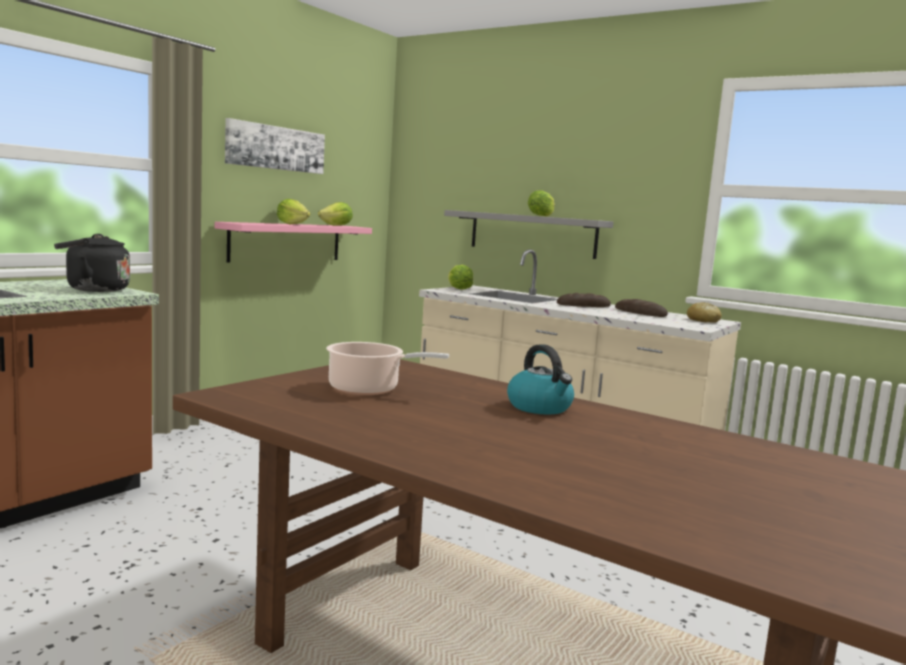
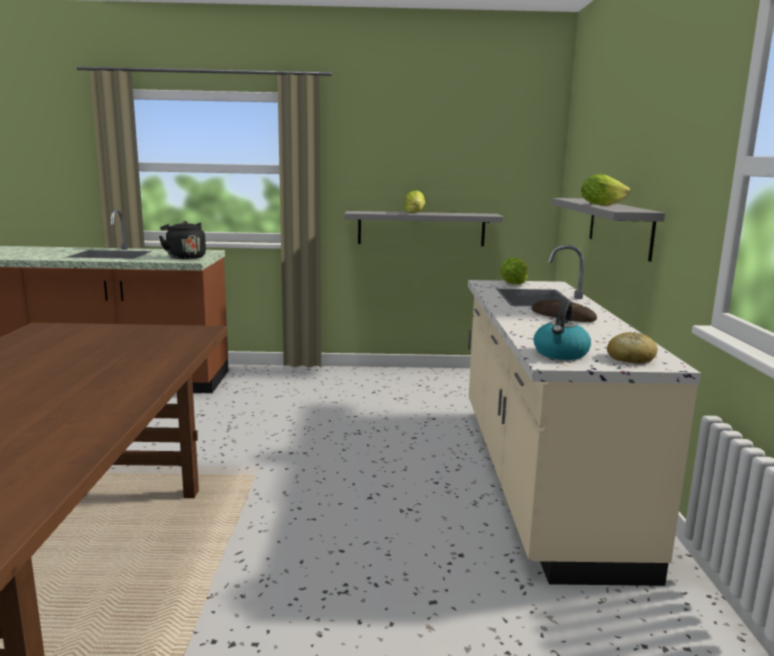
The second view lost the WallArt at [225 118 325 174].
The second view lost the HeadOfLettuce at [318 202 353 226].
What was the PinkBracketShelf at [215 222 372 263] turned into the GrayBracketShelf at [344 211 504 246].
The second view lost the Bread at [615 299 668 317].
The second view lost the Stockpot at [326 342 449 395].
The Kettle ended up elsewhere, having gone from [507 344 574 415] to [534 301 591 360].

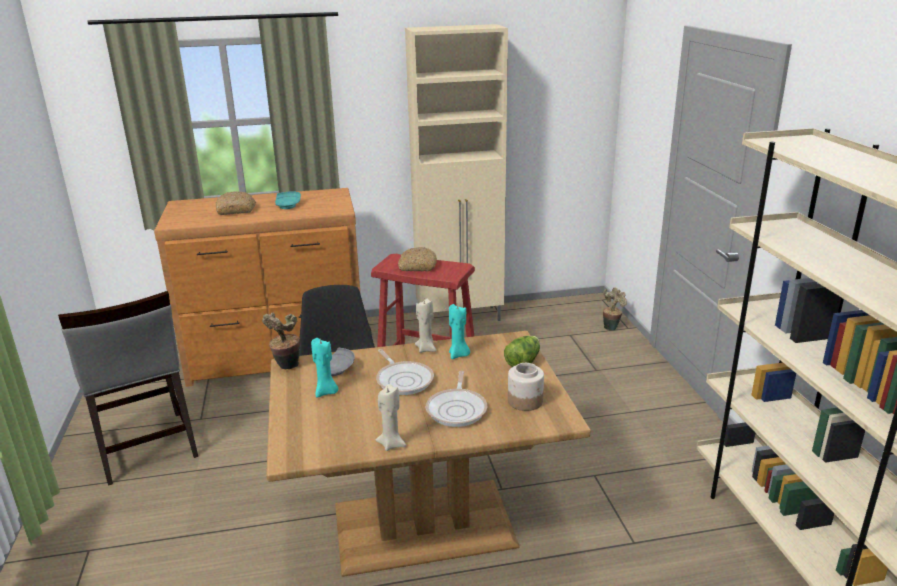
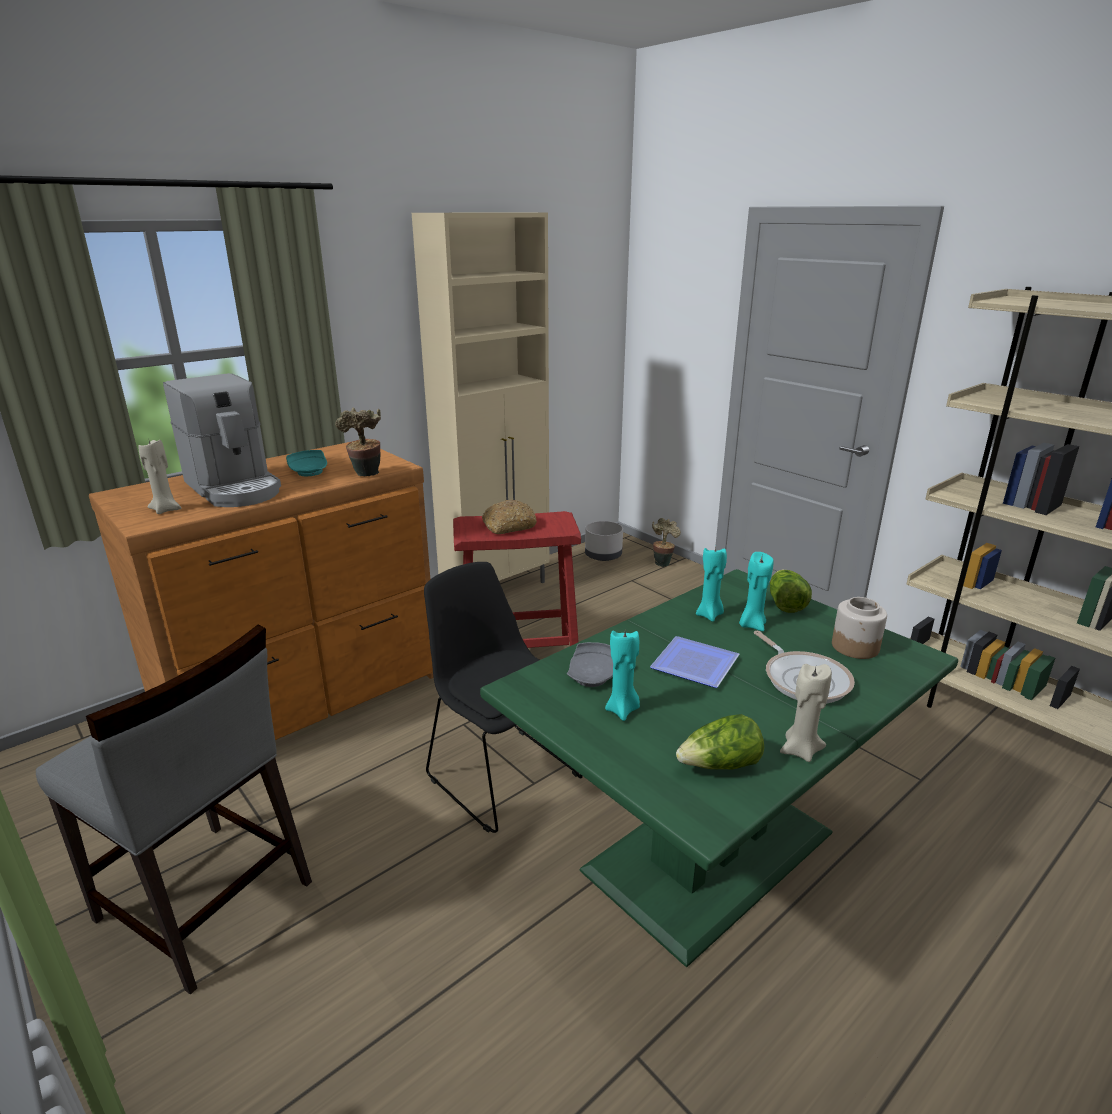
Where the Bread stood at [216 191 256 215], the CoffeeMachine came to stand at [163 373 281 507].
The BeigeWaxCandle ended up elsewhere, having gone from [415 299 436 353] to [138 440 181 514].
The PlantInAPot ended up elsewhere, having gone from [262 313 300 369] to [335 407 381 477].
What was the BrownKitchenTable at [266 331 591 577] turned into the GreenColouredKitchenTable at [480 569 958 967].
Where the Skillet stood at [376 349 434 395], the Plate came to stand at [650 636 739 688].
The second view gained the GrayPlanter at [585 521 623 561].
The second view gained the BlueGreenWaxCandle at [739 552 774 631].
The second view gained the HeadOfLettuce at [676 714 764 770].

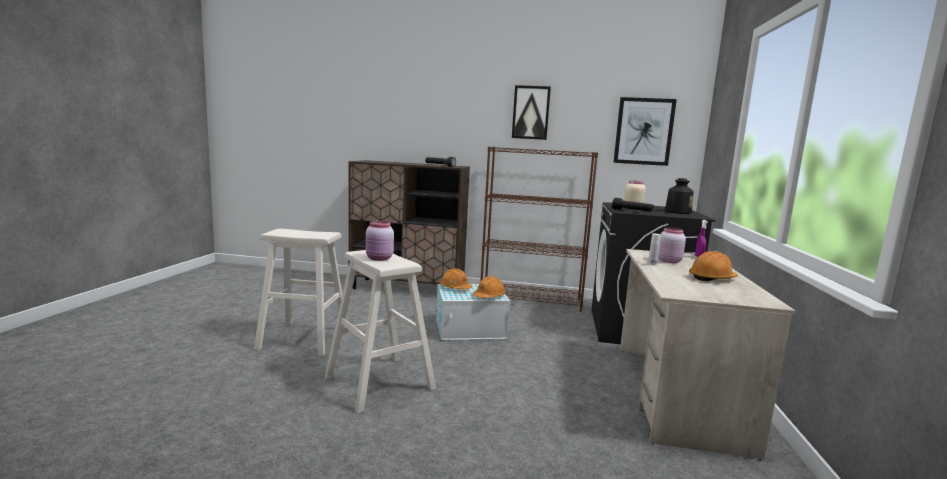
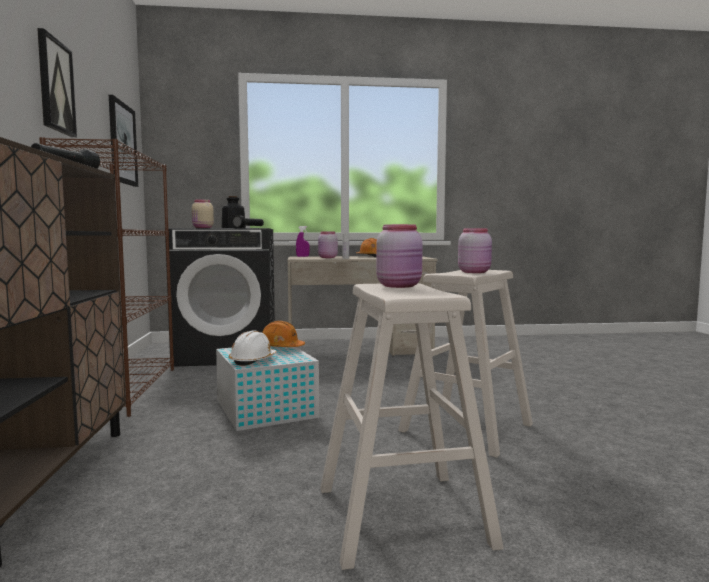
What was the OrangeColouredWorkHelmet at [440 268 472 290] turned into the WhiteWorkHelmet at [229 330 277 366].
The second view gained the PinkPreserveJar at [376 224 423 288].

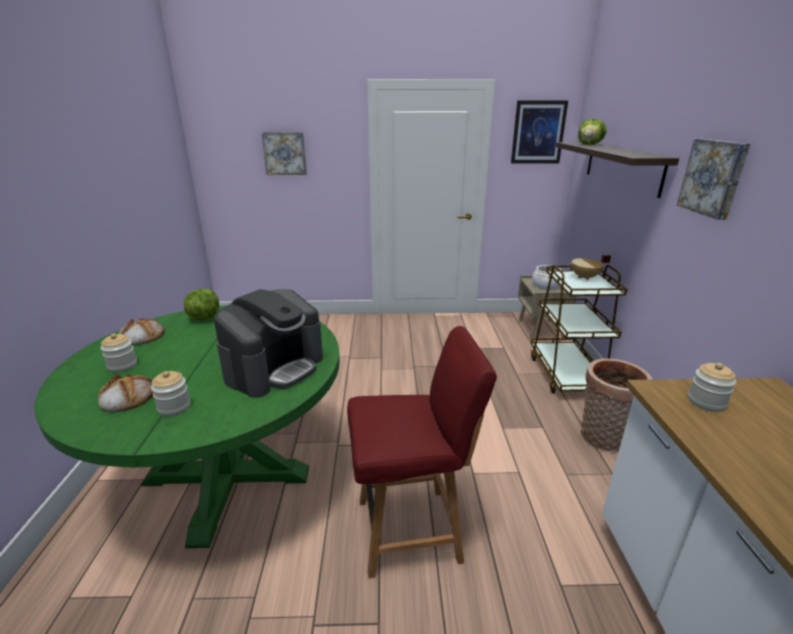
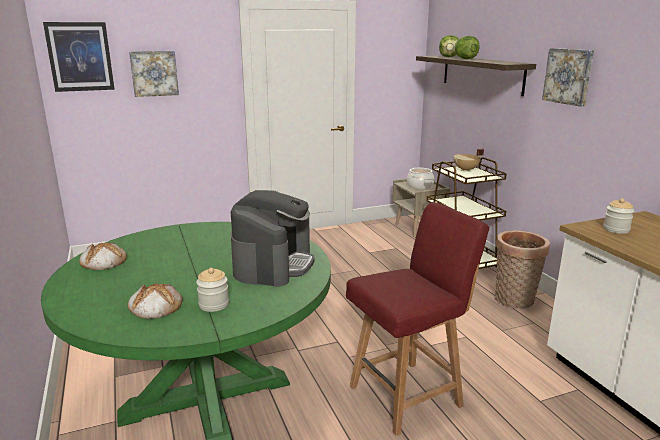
The WallArt ended up elsewhere, having gone from [511 100 568 164] to [43 22 115 92].
The HeadOfLettuce ended up elsewhere, having gone from [184 289 219 320] to [454 36 480 59].
The second view lost the PreserveJar at [101 333 137 372].

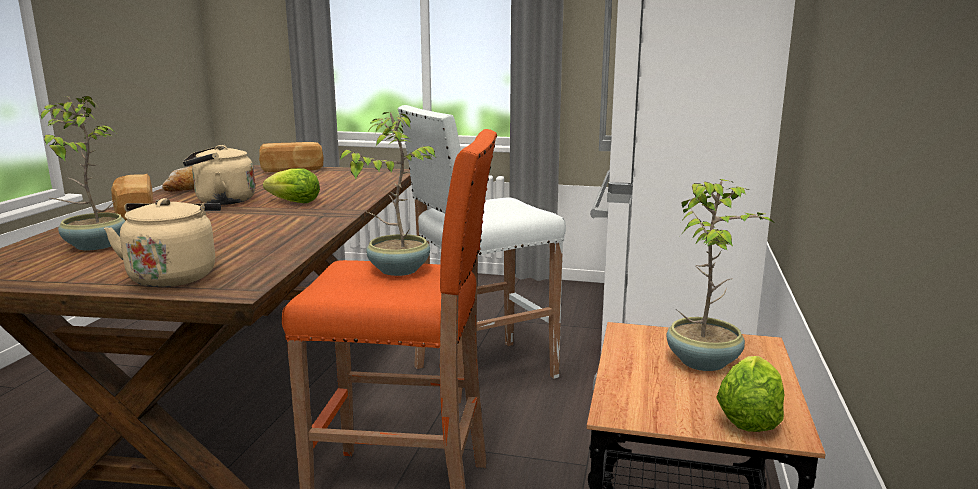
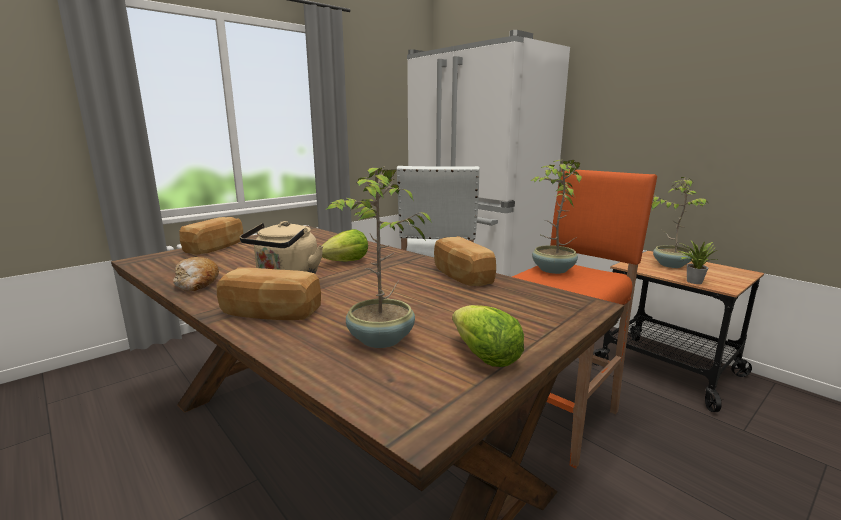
The second view lost the BeigeKettle at [104 198 221 287].
The HeadOfLettuce ended up elsewhere, having gone from [716 356 784 432] to [452 305 524 367].
The second view gained the Bread at [434 236 496 286].
The second view gained the PlantInAPot at [678 240 718 284].

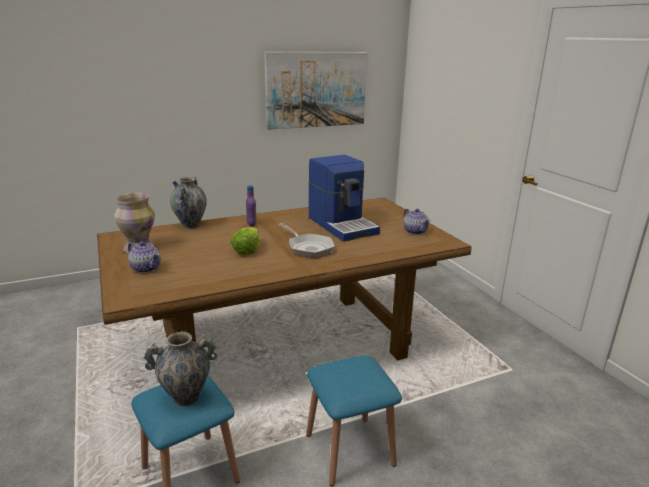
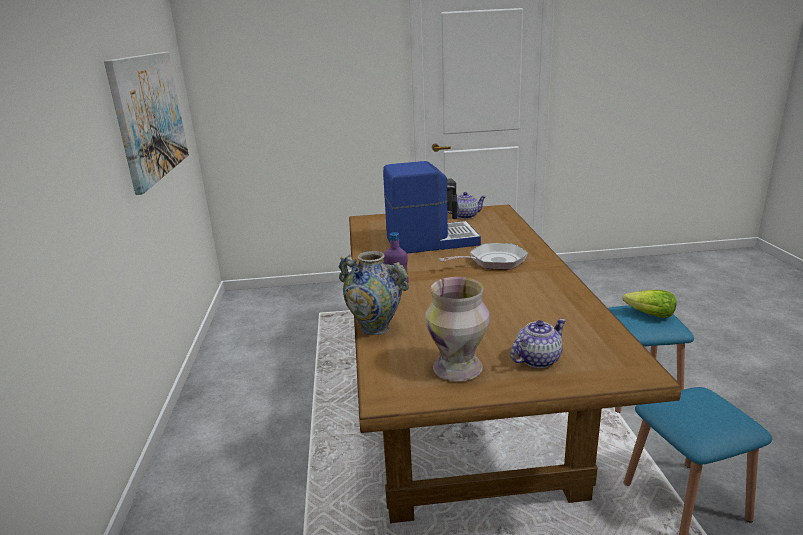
The HeadOfLettuce ended up elsewhere, having gone from [230 227 259 255] to [623 290 677 318].
The second view lost the FlowerVase at [143 331 217 406].

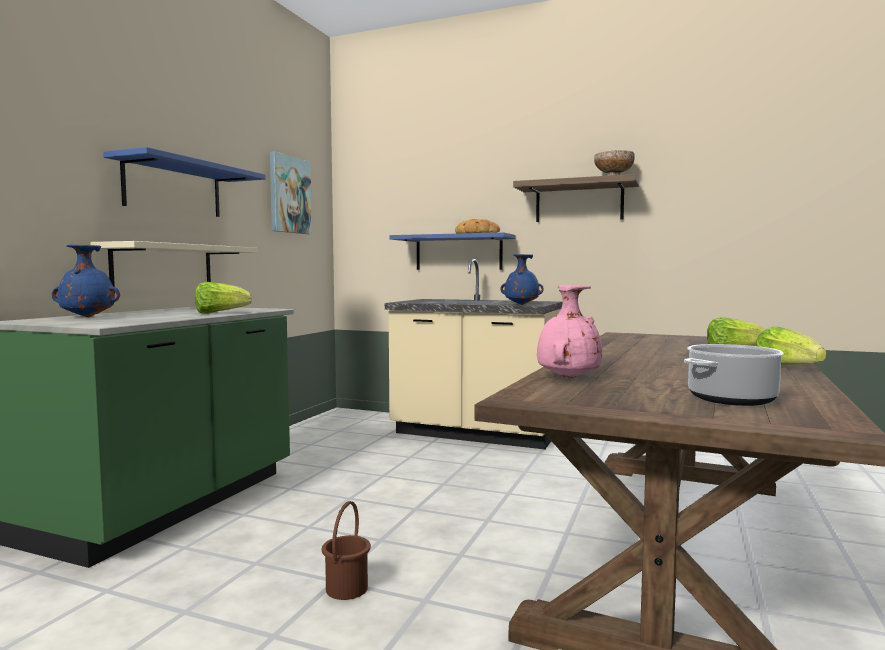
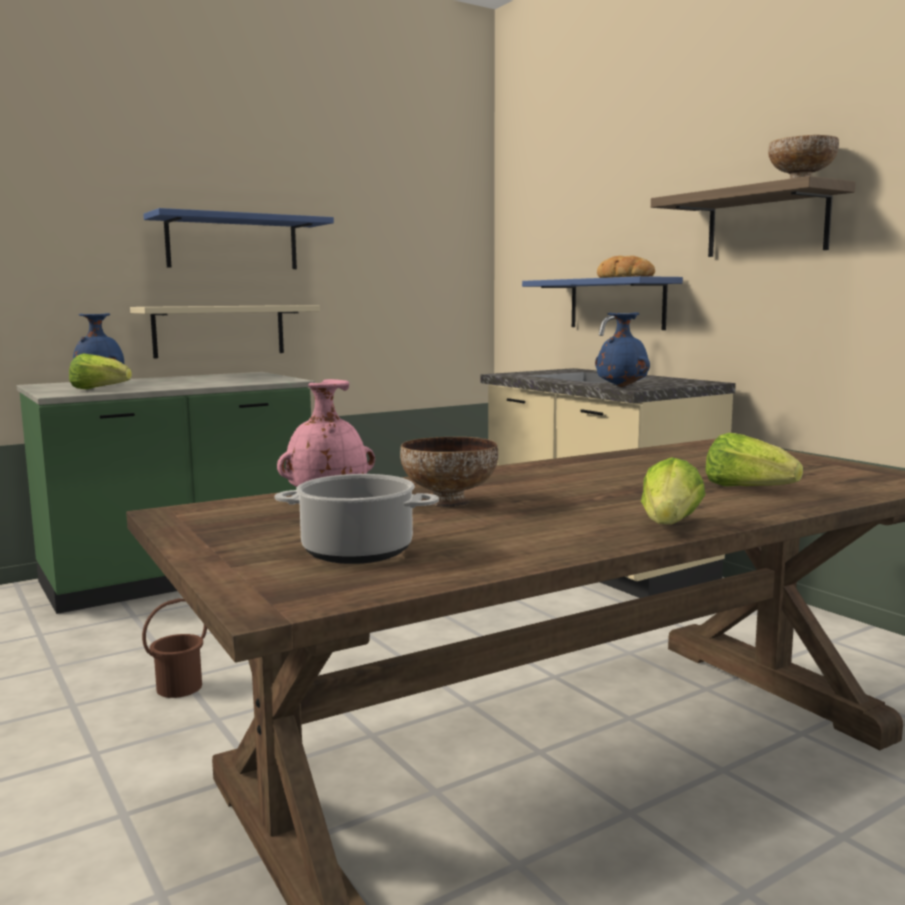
The second view lost the WallArt at [270 151 312 234].
The HeadOfLettuce ended up elsewhere, having gone from [195 282 252 314] to [69 354 132 390].
The second view gained the DeepDish at [400 437 498 507].

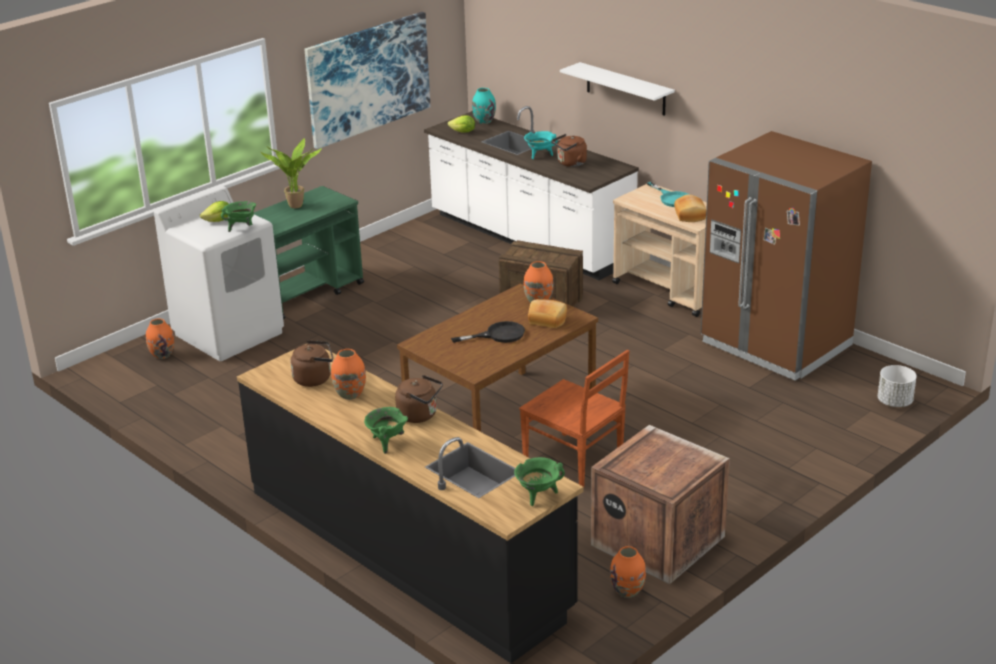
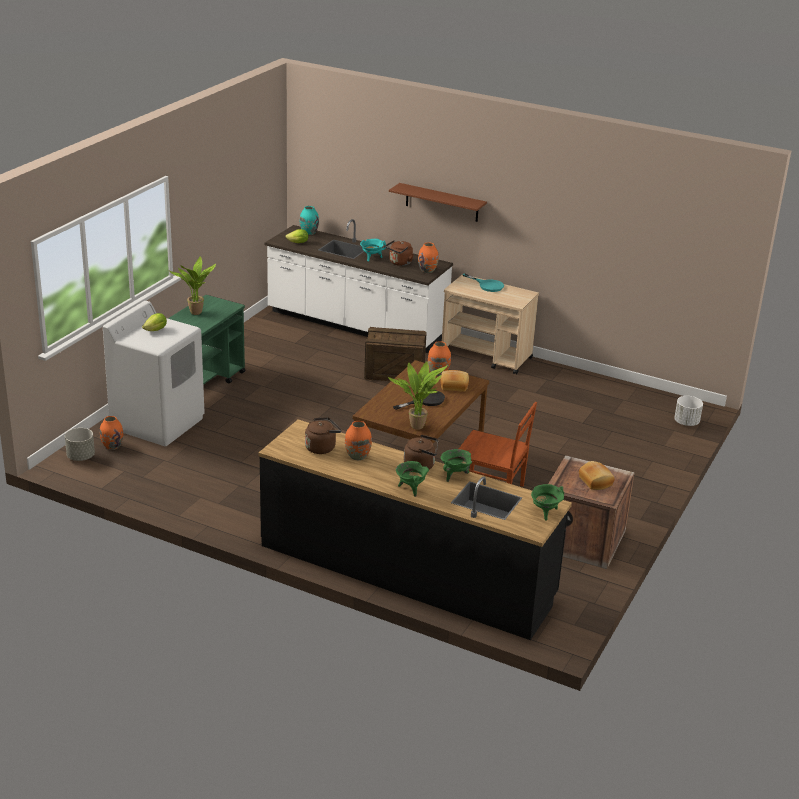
The second view lost the WallArt at [304 12 430 149].
What was the WhiteBracketShelf at [560 62 675 116] turned into the BrownBracketShelf at [389 183 487 222].
The second view lost the BrownKitchenFridge at [701 131 872 381].
The Bread ended up elsewhere, having gone from [674 194 706 222] to [579 461 615 490].
The GreenColouredStockpot ended up elsewhere, having gone from [221 201 256 232] to [441 449 472 482].
The OrangeColouredFlowerVase ended up elsewhere, having gone from [610 546 646 598] to [418 242 439 273].
The second view gained the PlantInAPot at [388 361 448 430].
The second view gained the GrayPlanter at [65 428 95 461].

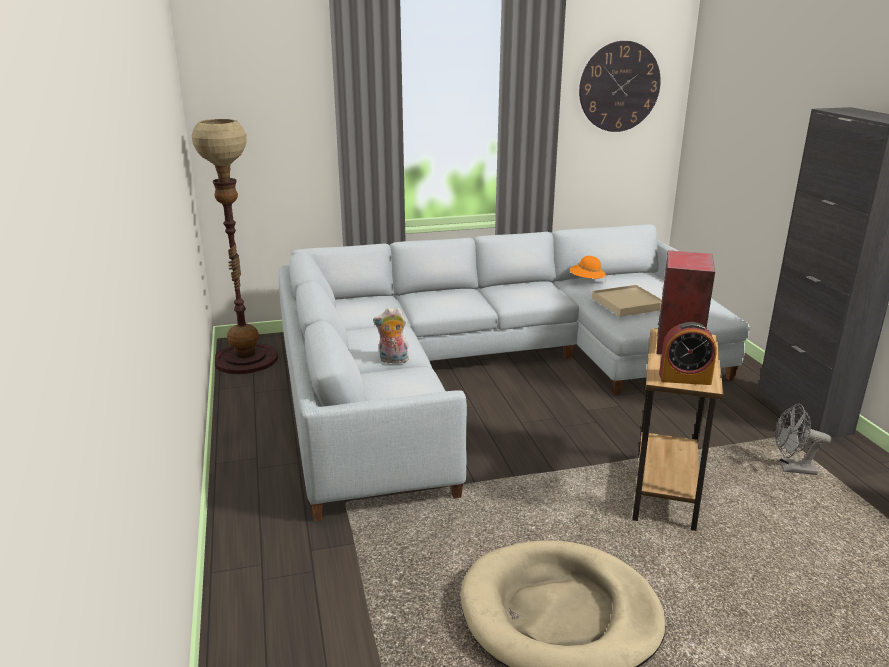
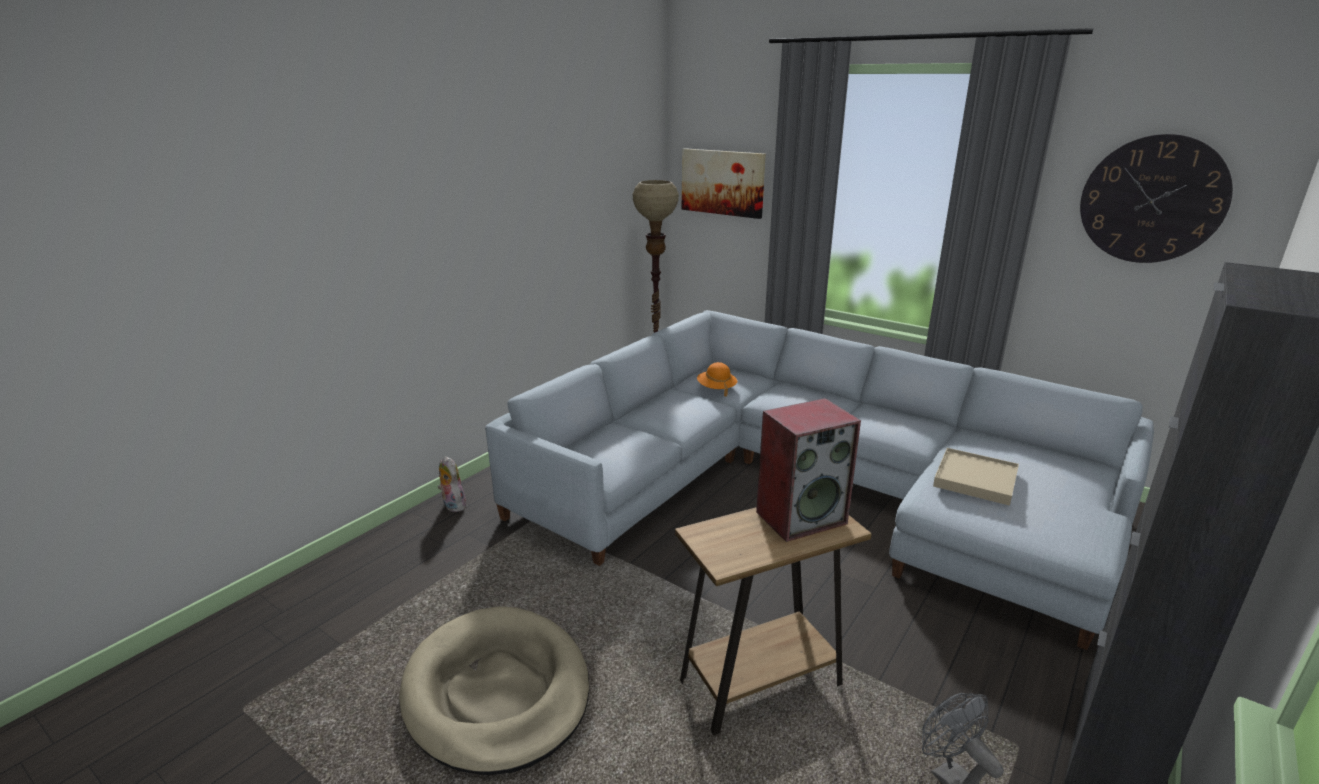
The OrangeColouredWearableHat ended up elsewhere, having gone from [570 256 606 281] to [697 362 737 397].
The PlushToy ended up elsewhere, having gone from [373 307 410 364] to [438 456 466 512].
The second view lost the TableClock at [659 322 717 385].
The second view gained the WallArt at [682 148 766 219].

